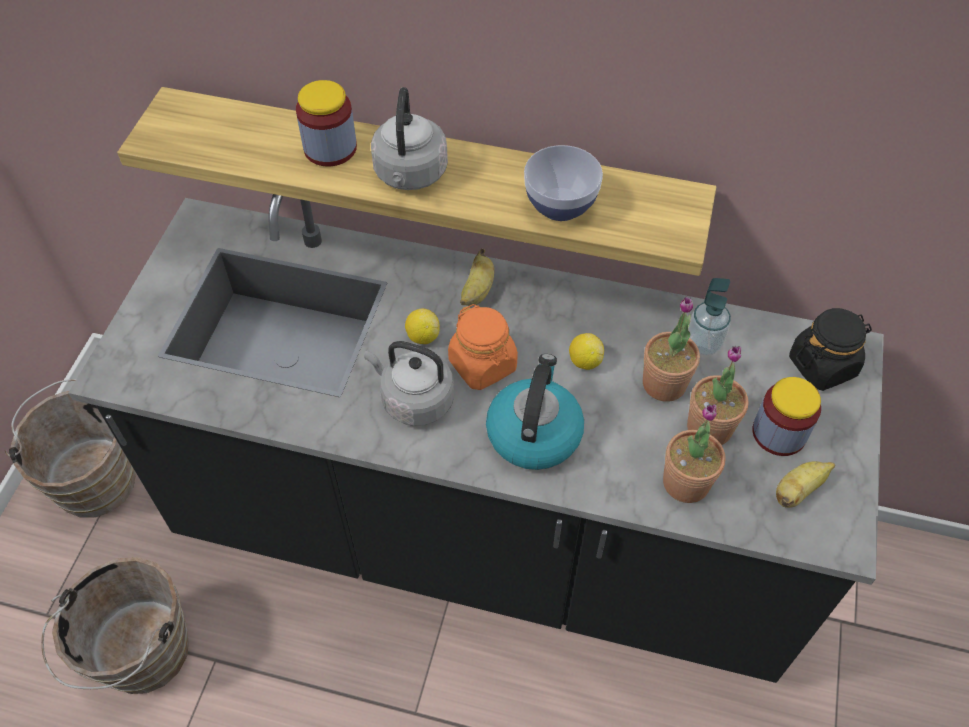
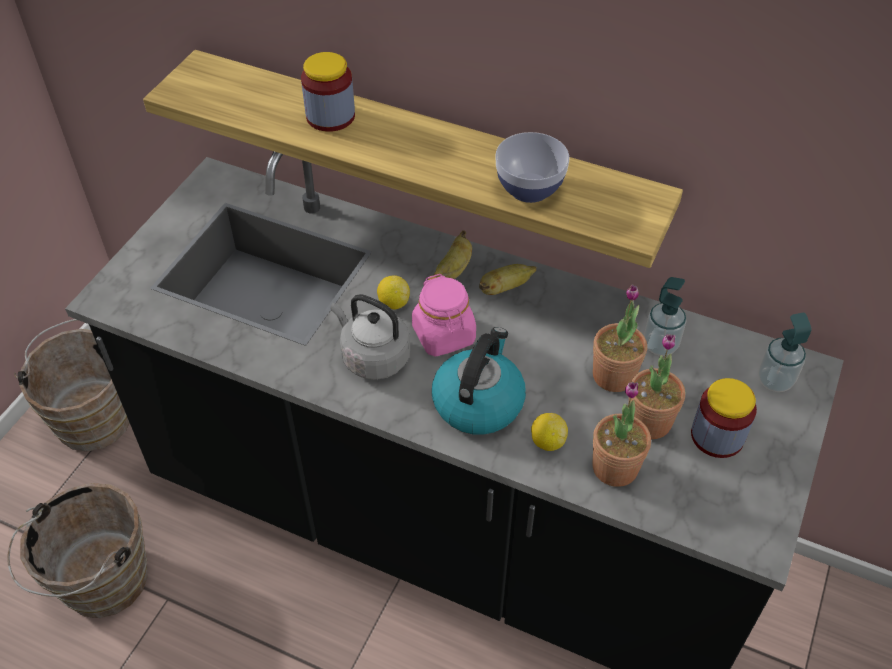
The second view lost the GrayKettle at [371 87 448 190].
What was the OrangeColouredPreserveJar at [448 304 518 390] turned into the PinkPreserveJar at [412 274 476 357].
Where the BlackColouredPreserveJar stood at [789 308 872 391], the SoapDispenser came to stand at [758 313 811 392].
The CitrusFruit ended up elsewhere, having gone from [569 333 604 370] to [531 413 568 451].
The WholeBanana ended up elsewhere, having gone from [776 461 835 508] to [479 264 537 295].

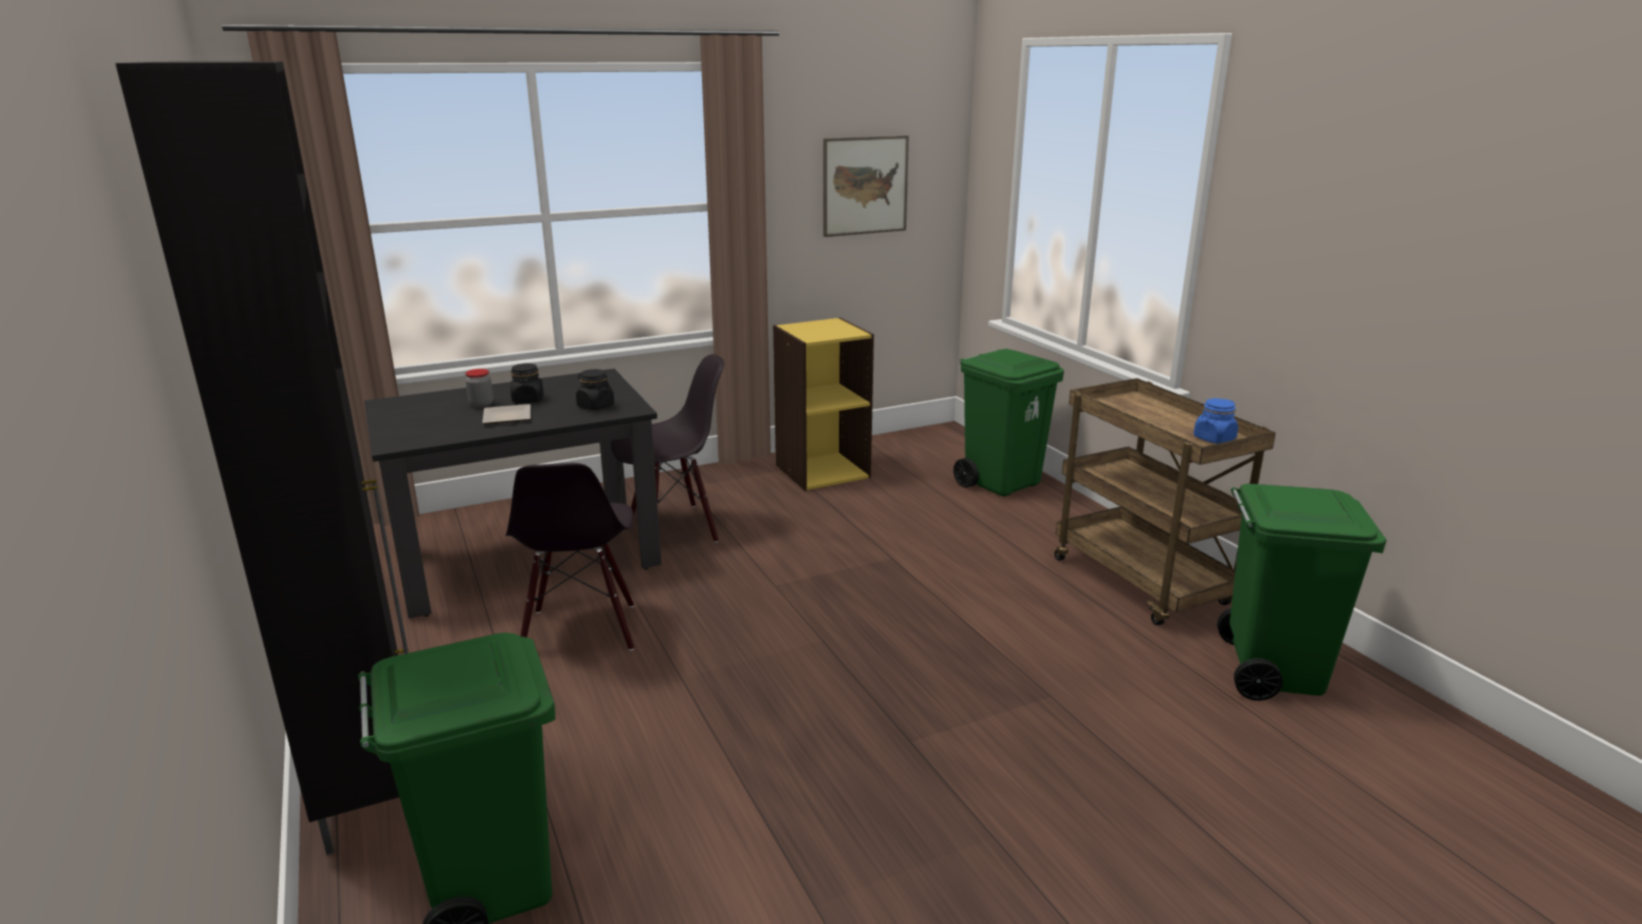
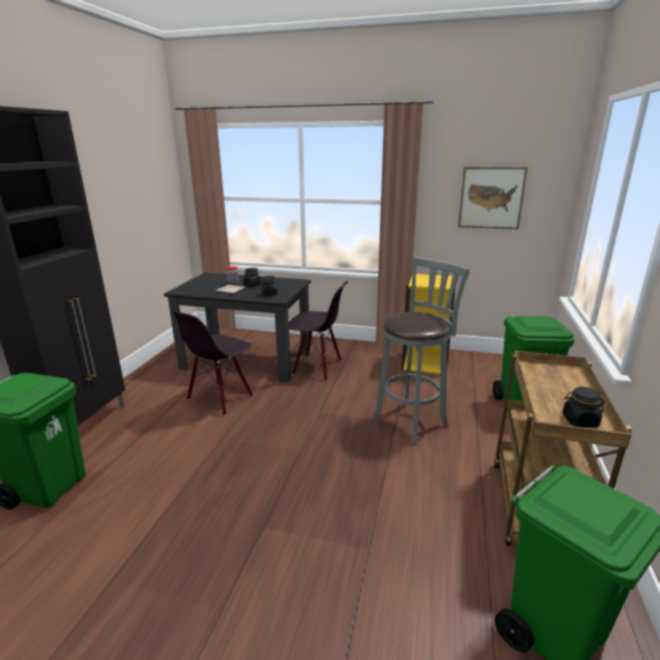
What was the BluishPreserveJar at [1194 398 1238 444] turned into the BlackColouredPreserveJar at [562 387 605 428].
The second view gained the GrayStool at [372 256 469 446].

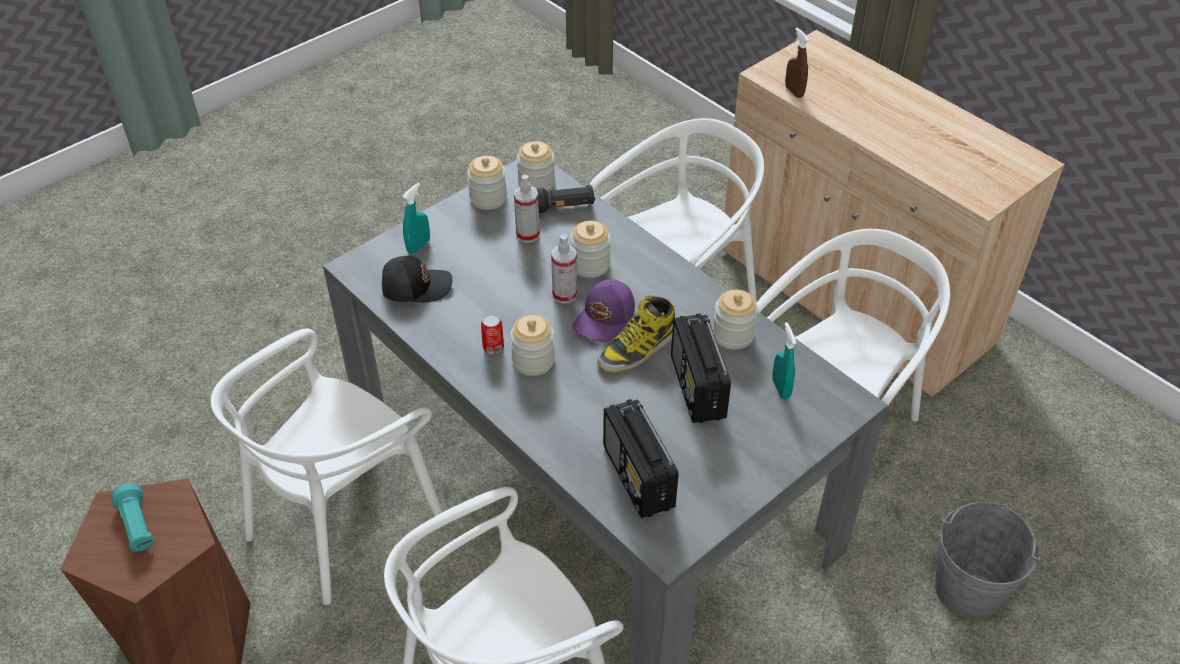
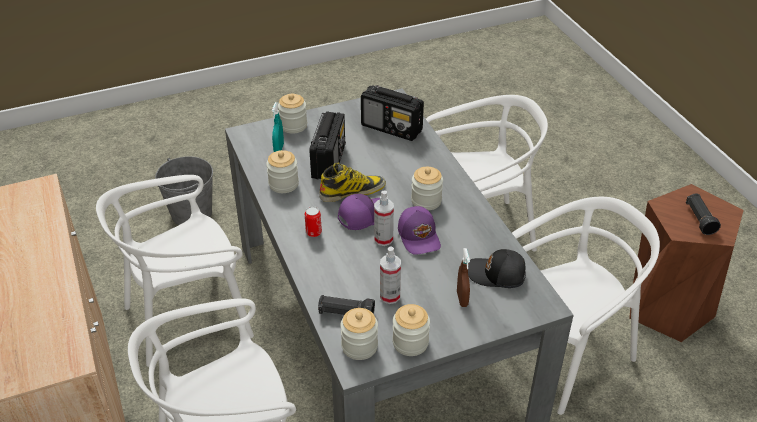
The BrownHandSprayer ended up elsewhere, having gone from [785 28 809 98] to [457 248 470 307].
The second view lost the BlueGreenHandSprayer at [403 183 430 254].
The PreserveJar ended up elsewhere, having gone from [570 221 611 278] to [278 94 307 134].
The Can ended up elsewhere, having gone from [481 314 504 354] to [305 206 322 237].
The Radio at [603 399 679 518] ended up facing another way, 120 degrees clockwise from before.
What was the BlueGreenFlashlight at [111 483 155 552] turned into the BlackColouredFlashlight at [686 194 721 235].
The second view gained the PurpleColouredCap at [398 206 441 255].

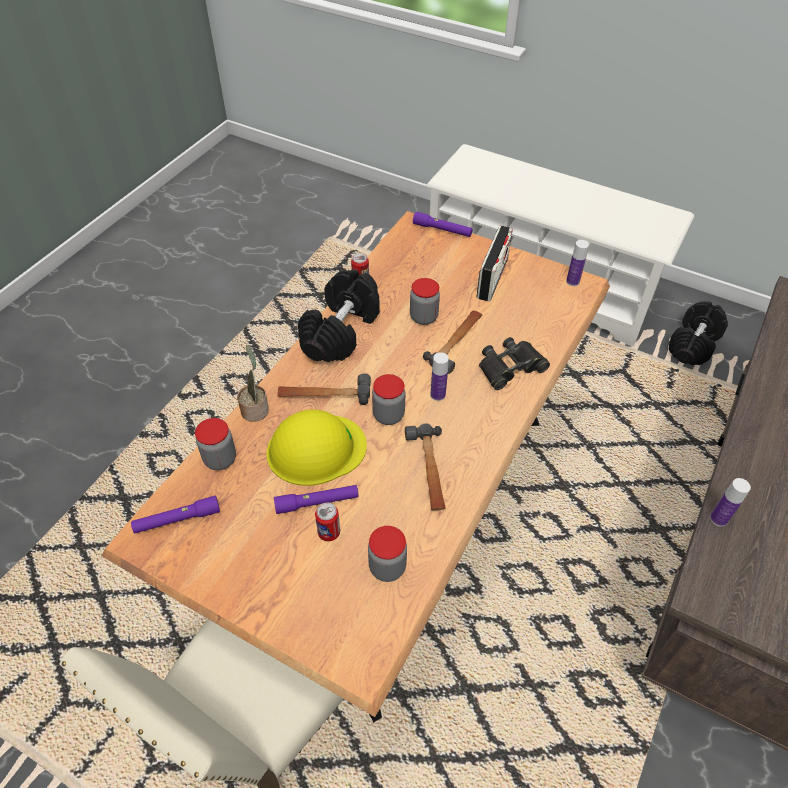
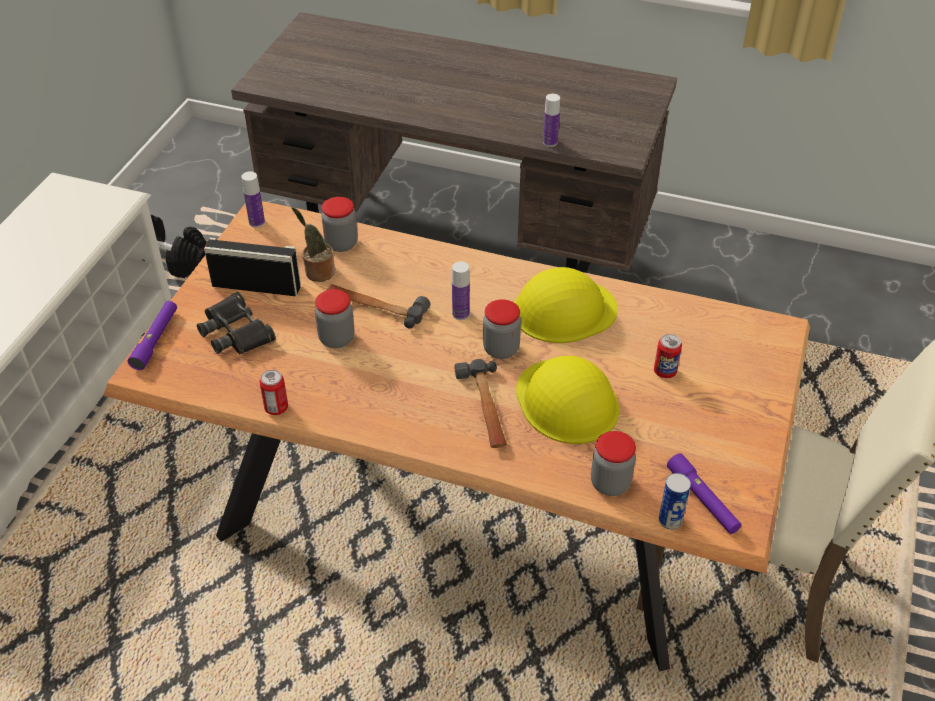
The second view lost the BlackColouredFreeWeight at [298 270 380 362].
The BlackColouredBinoculars ended up elsewhere, having gone from [479 337 550 390] to [197 292 276 354].
The PlantInAPot ended up elsewhere, having gone from [237 345 269 422] to [291 207 335 282].
Where the HandHammer stood at [405 424 445 511], the YellowishWorkHelmet came to stand at [514 267 618 343].
The second view lost the PurpleColouredFlashlight at [274 485 359 514].
The PreserveJar ended up elsewhere, having gone from [368 526 407 582] to [321 197 358 252].
The second view gained the Can at [659 473 691 530].

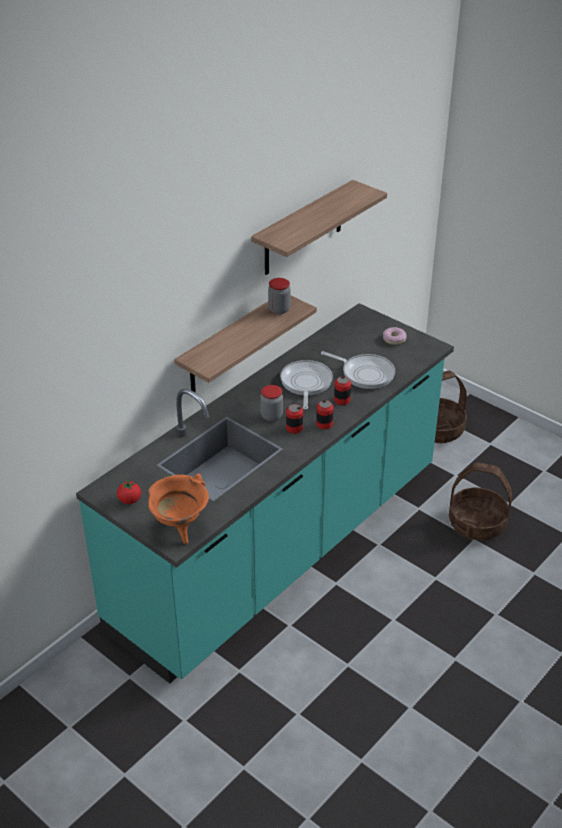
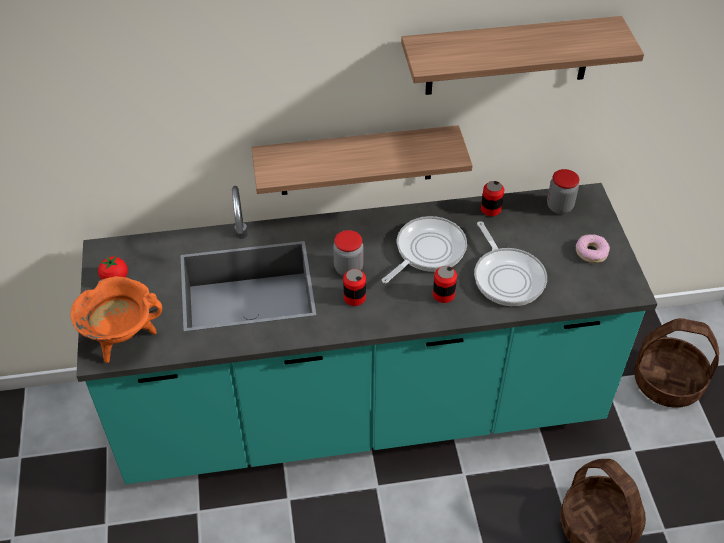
The PreserveJar ended up elsewhere, having gone from [268 278 291 314] to [547 169 579 214].
The Can ended up elsewhere, having gone from [316 400 334 430] to [481 181 504 216].

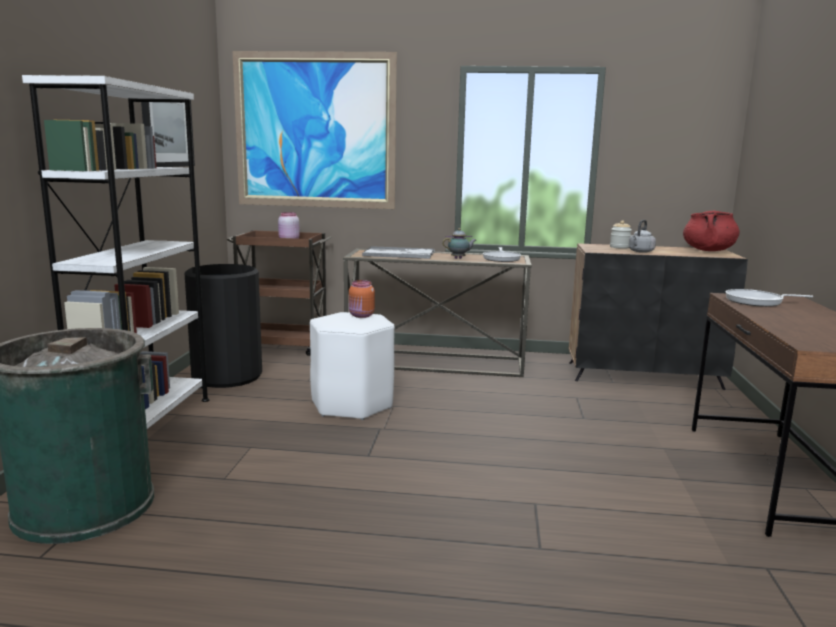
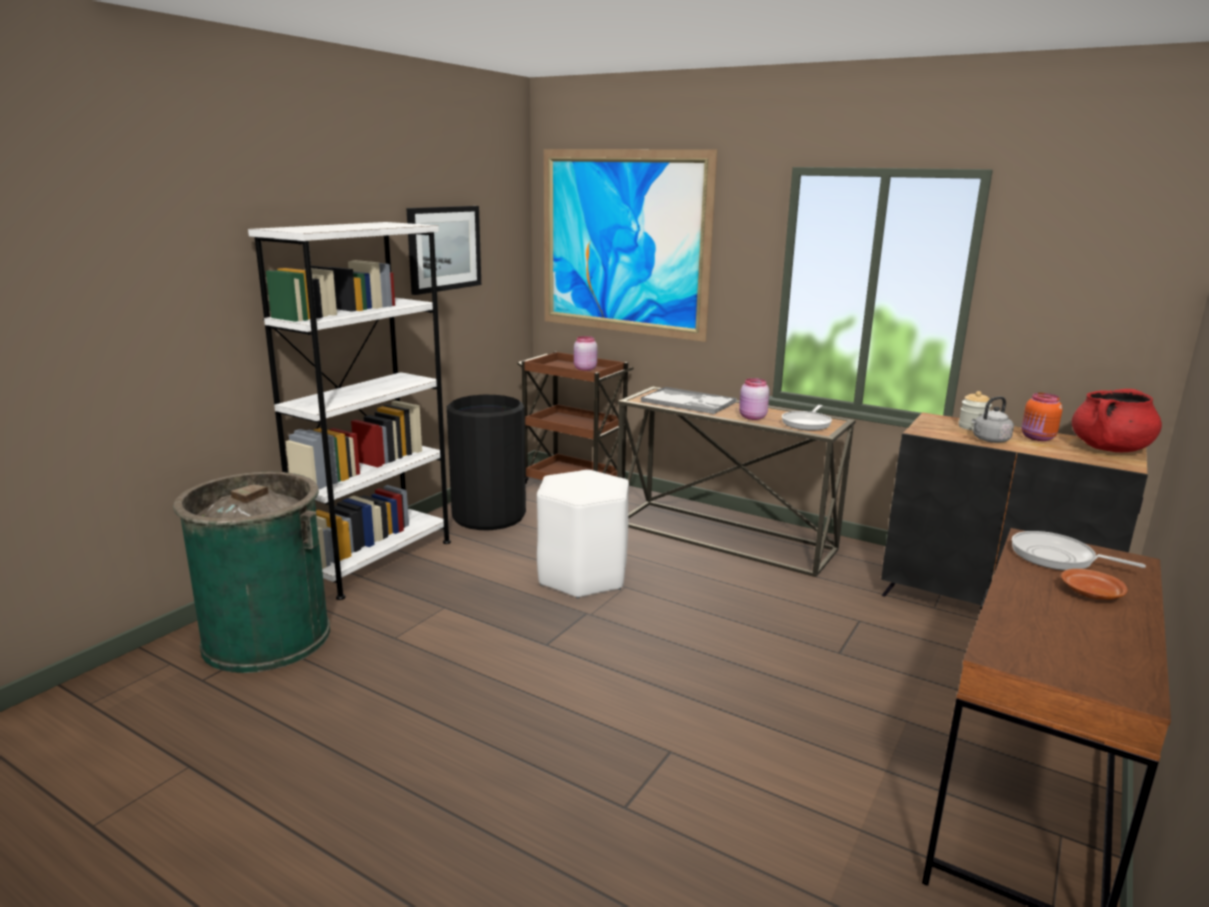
Where the PotForTea stood at [442 228 476 259], the PinkPreserveJar came to stand at [739 378 769 420].
The OrangeColouredPreserveJar ended up elsewhere, having gone from [349 280 375 318] to [1022 393 1063 441].
The second view gained the BrownPlate at [1061 569 1128 600].

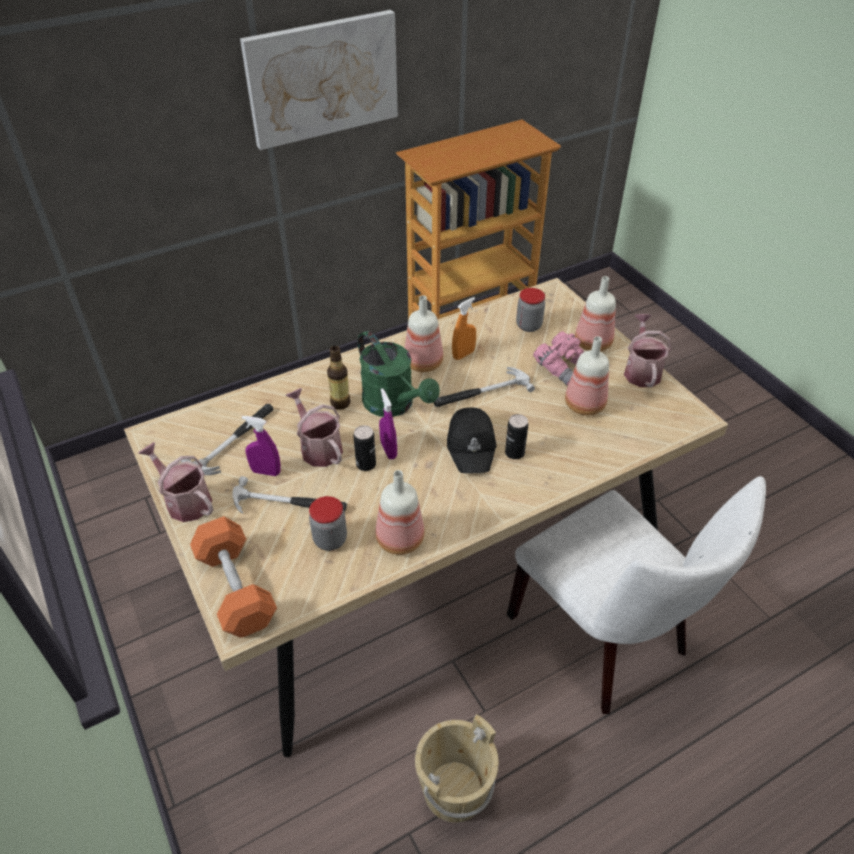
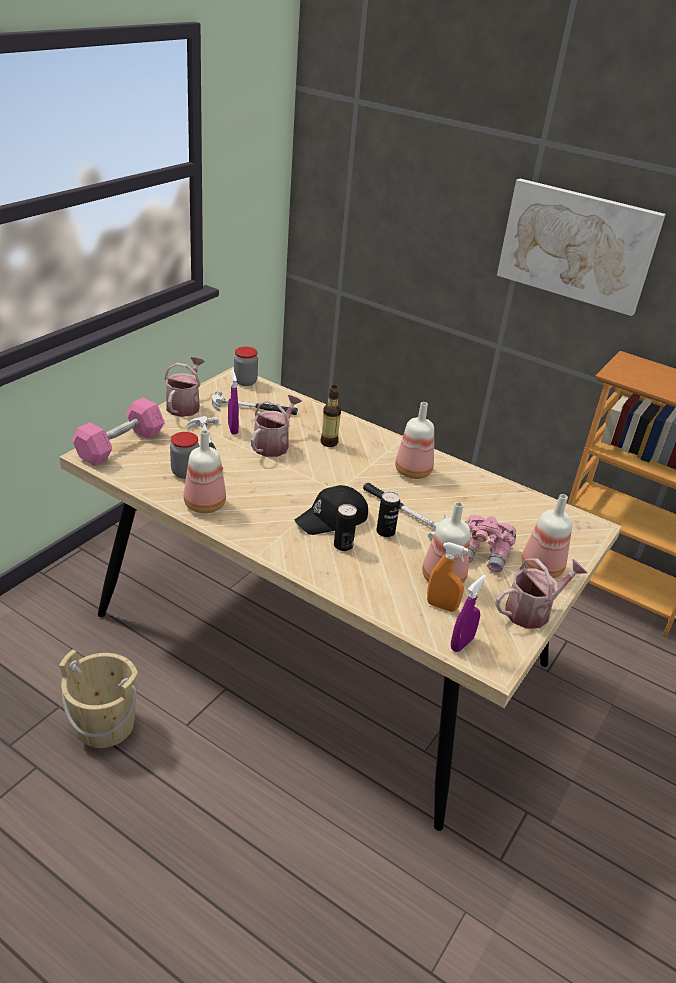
The PreserveJar ended up elsewhere, having gone from [516 288 545 332] to [234 347 258 386].
The OrangeColouredHandSprayer ended up elsewhere, having gone from [452 297 476 360] to [427 542 469 612].
The second view lost the GreenColouredWateringCan at [358 331 440 417].
The PurpleColouredHandSprayer ended up elsewhere, having gone from [379 388 397 459] to [451 575 486 652].
The Can ended up elsewhere, having gone from [353 425 376 471] to [376 491 400 537].
The second view lost the WhitePlainChair at [507 476 766 714].
What was the OrangeColouredFreeWeight at [190 516 277 638] turned into the PinkFreeWeight at [72 397 165 466].

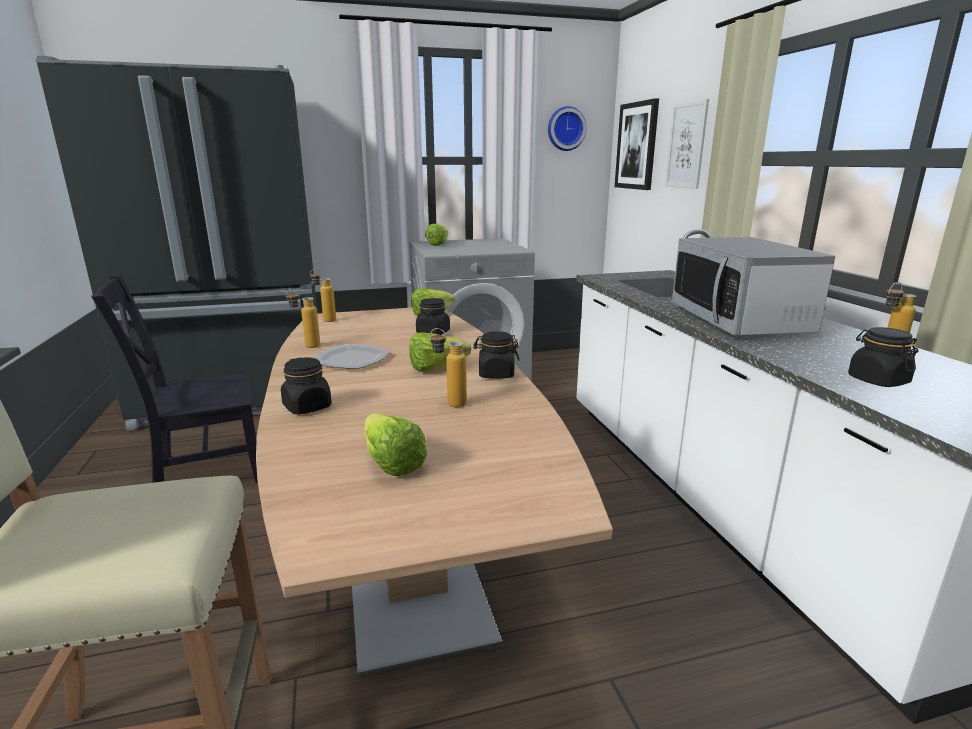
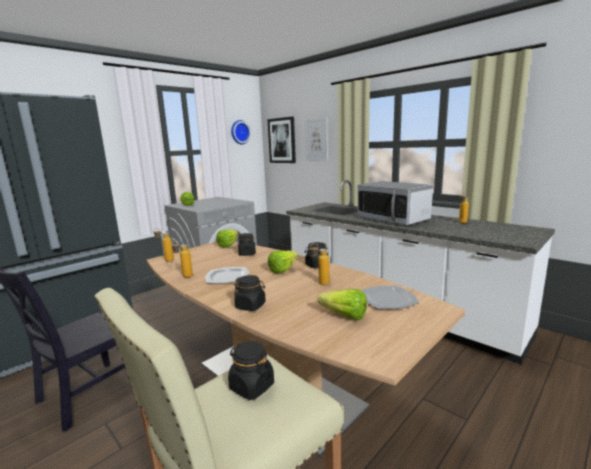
The BlackColouredPreserveJar ended up elsewhere, having gone from [848 327 919 387] to [228 341 274 400].
The second view gained the Plate at [361 285 419 309].

